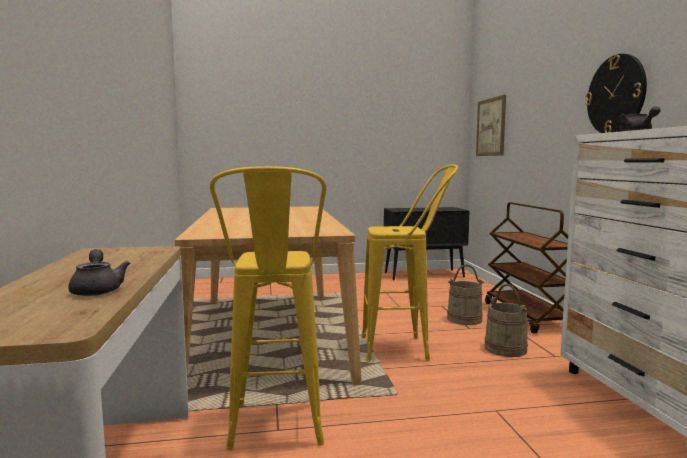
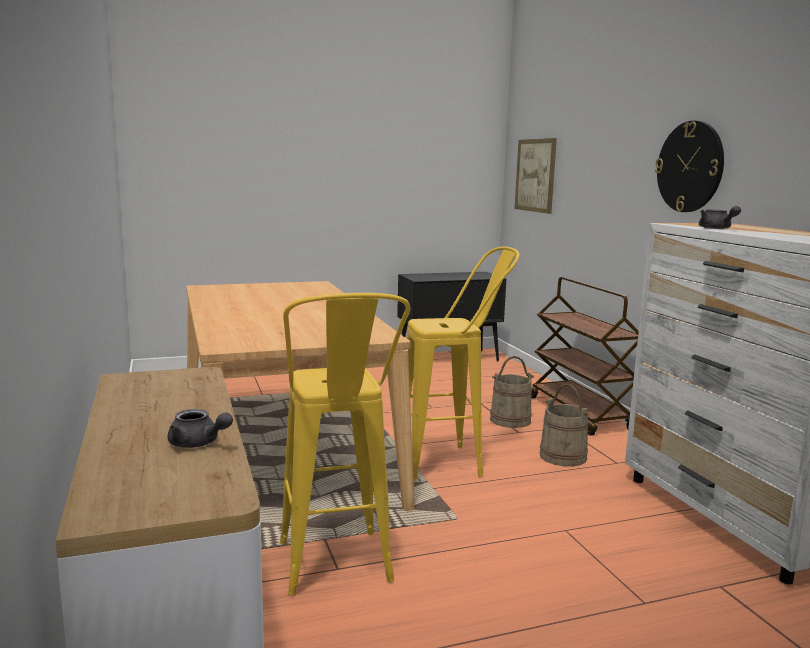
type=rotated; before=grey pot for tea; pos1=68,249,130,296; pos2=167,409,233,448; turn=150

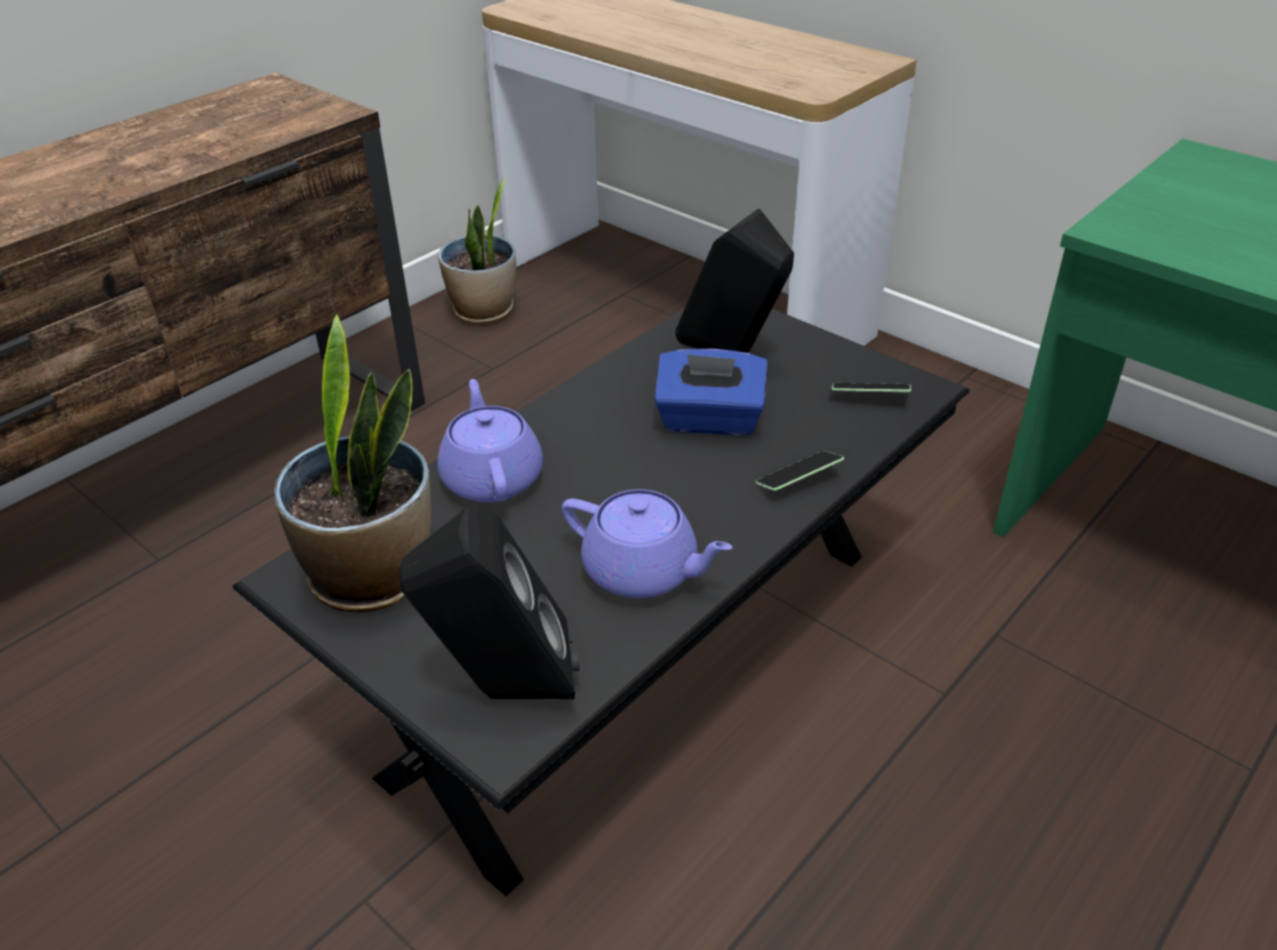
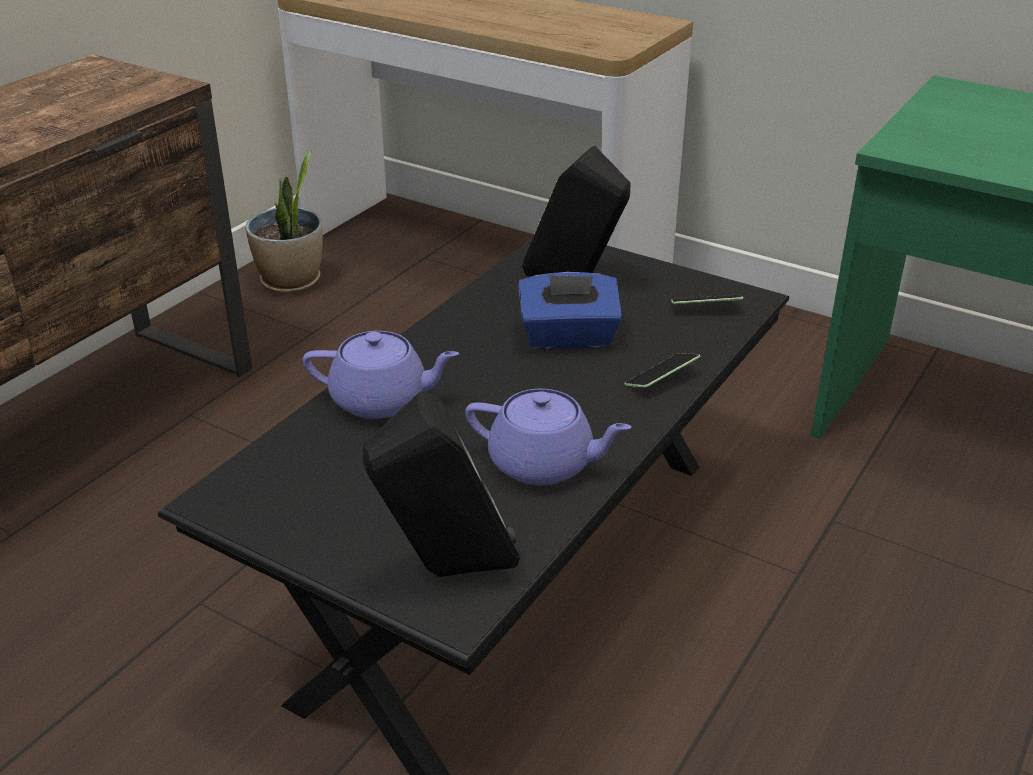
type=gone; before=plant in a pot; pos1=274,314,431,612
type=rotated; before=purple-coloured pot for tea; pos1=437,379,543,503; pos2=303,331,459,419; turn=120

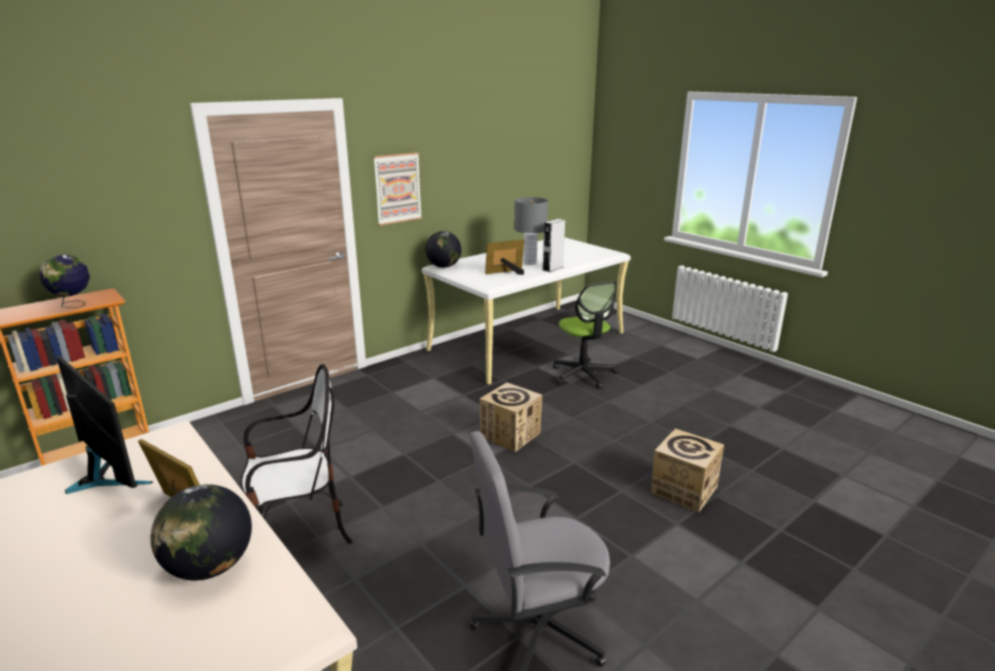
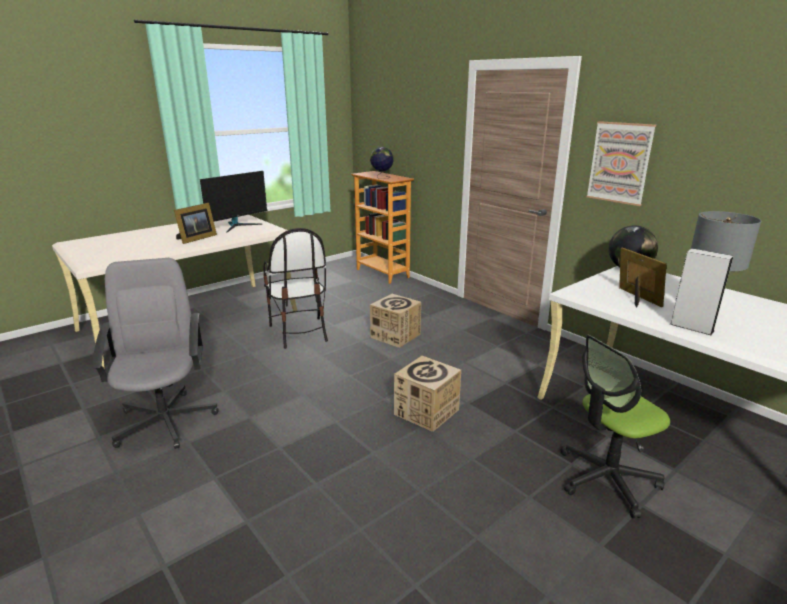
type=gone; before=world globe; pos1=150,484,252,581
type=shifted; before=carton; pos1=651,429,724,513; pos2=370,294,421,348

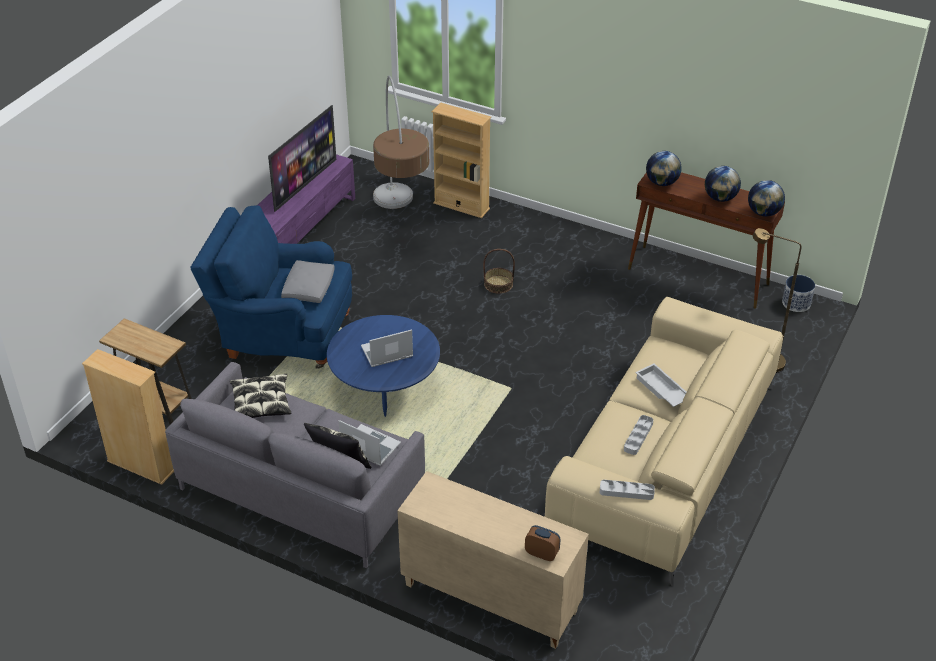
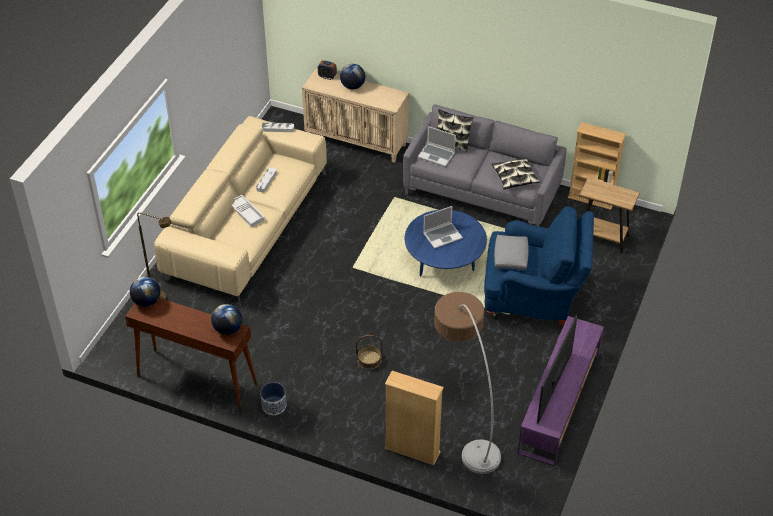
type=shifted; before=world globe; pos1=705,166,741,202; pos2=340,64,365,89
type=shifted; before=planter; pos1=782,275,815,312; pos2=260,382,286,415

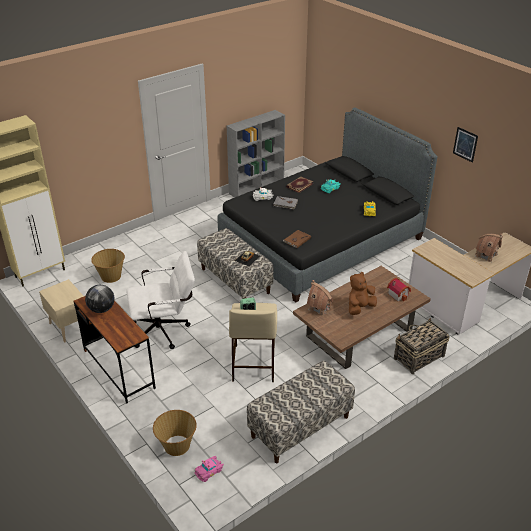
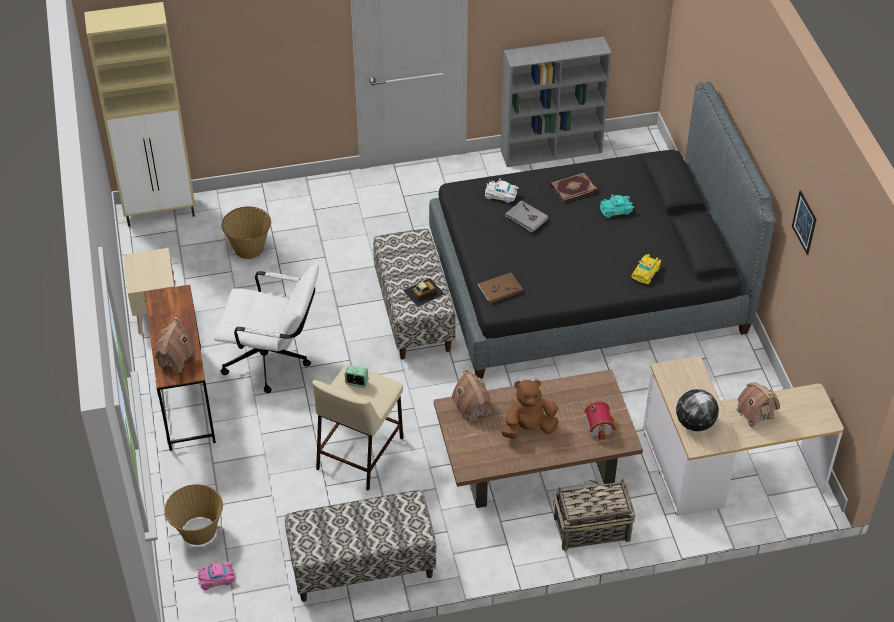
type=shifted; before=world globe; pos1=85,285,115,313; pos2=676,389,719,431
type=new; after=toy house; pos2=155,317,195,373

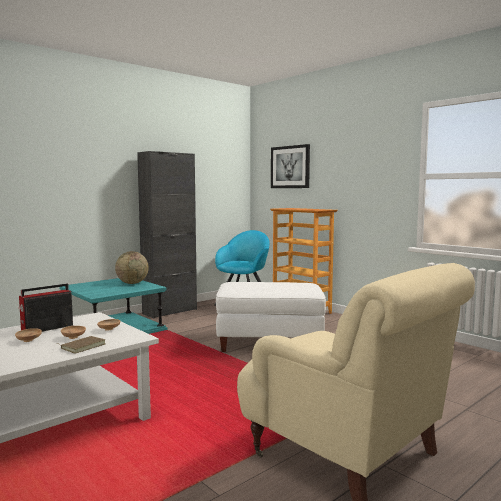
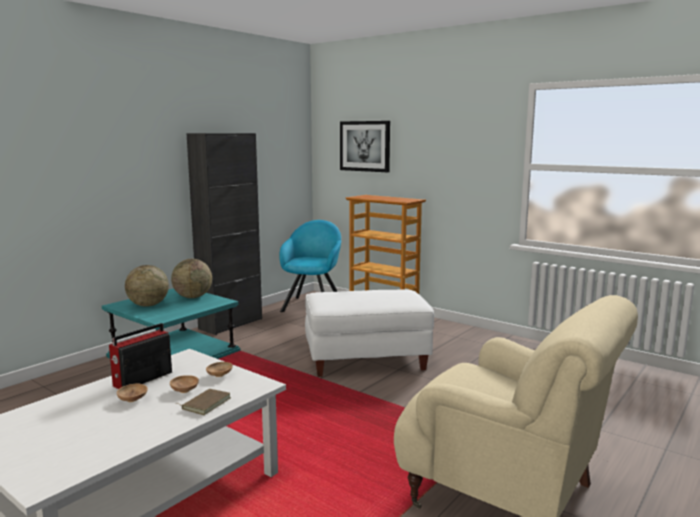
type=new; after=world globe; pos2=125,265,169,307

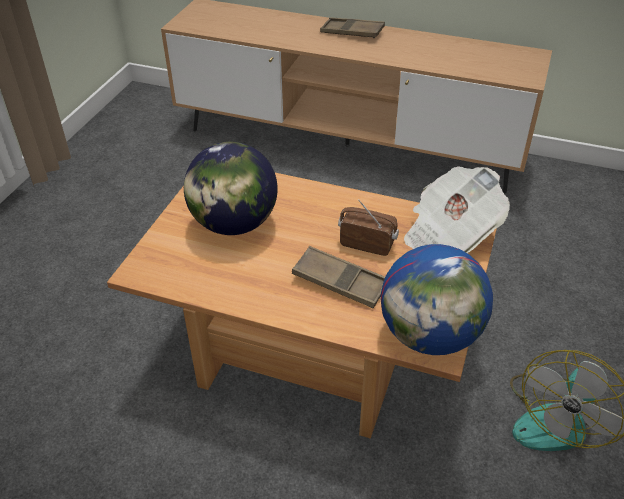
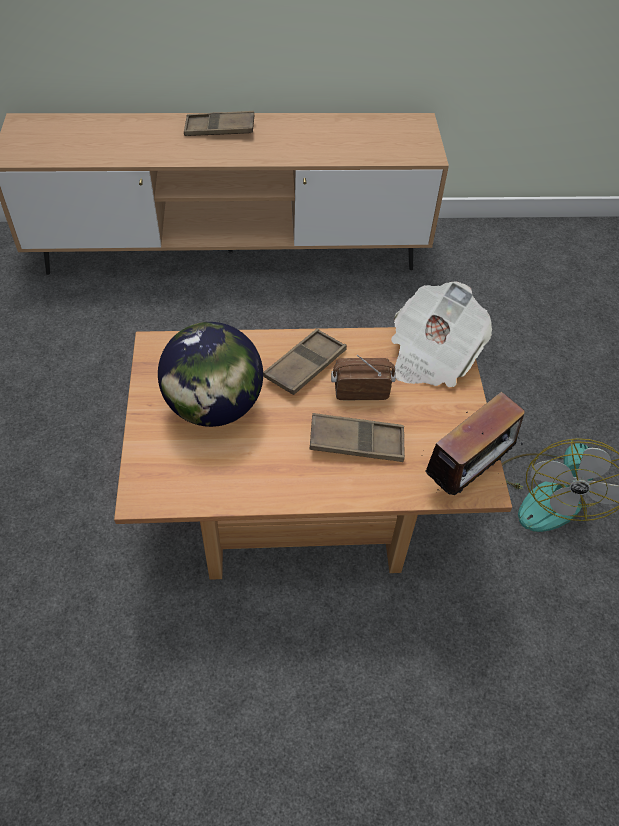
type=swapped; before=world globe; after=radio receiver; pos1=381,244,493,355; pos2=426,392,524,495
type=new; after=brown-coloured serving tray; pos2=263,329,347,395

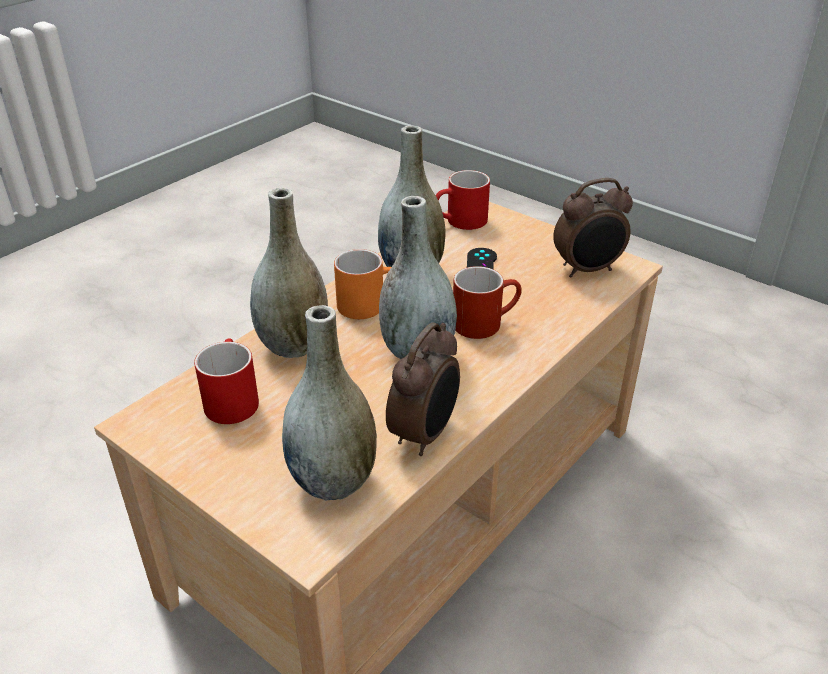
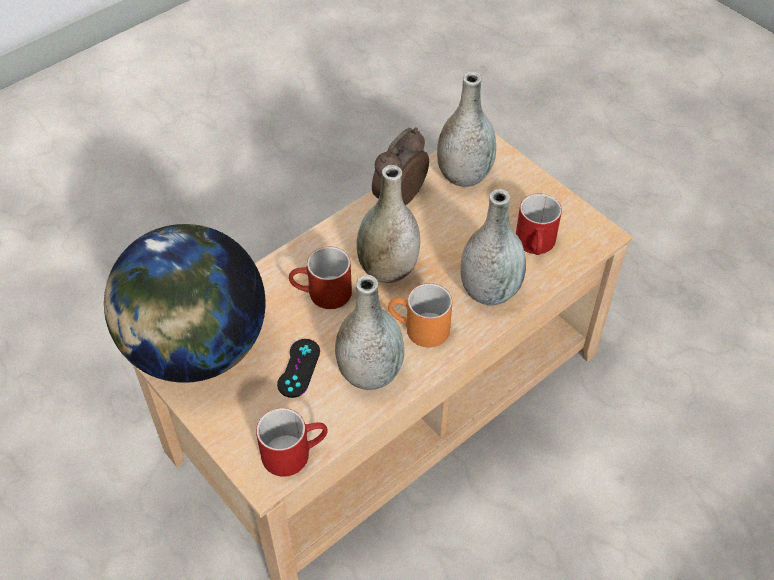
type=swapped; before=table clock; after=world globe; pos1=553,178,633,278; pos2=104,224,266,383

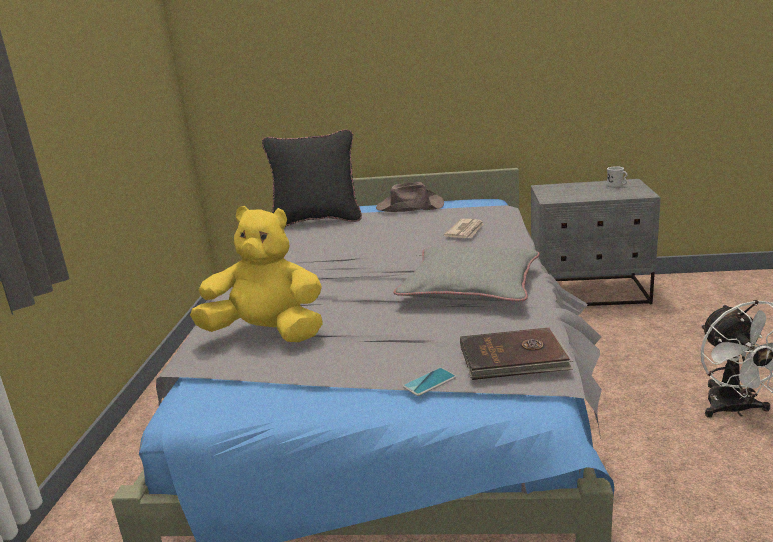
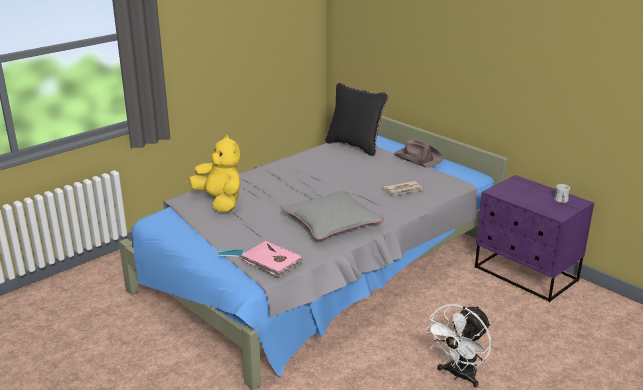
type=repainted; before=brown-coloured book; after=pink-coloured book; pos1=460,328,573,380; pos2=241,241,303,277
type=repainted; before=grey bedside table; after=purple-coloured bedside table; pos1=531,179,661,306; pos2=475,175,594,302

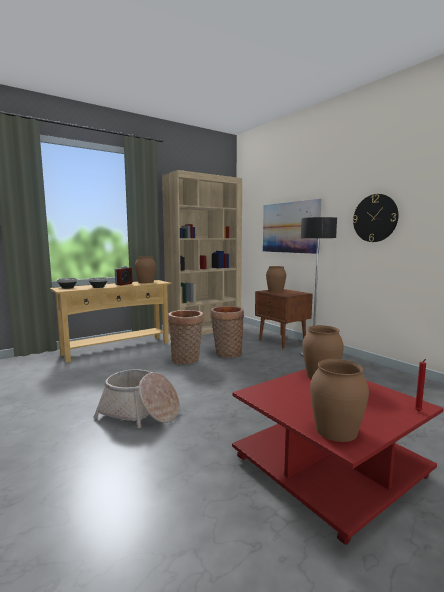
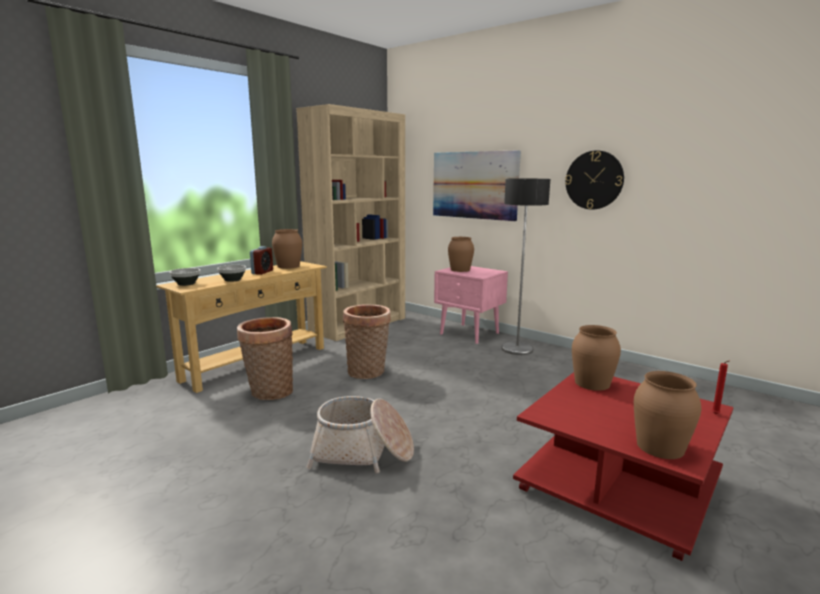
type=shifted; before=storage basket; pos1=211,306,244,358; pos2=237,317,293,400
type=repainted; before=brown-coloured bedside table; after=pink-coloured bedside table; pos1=255,289,313,349; pos2=434,266,508,344

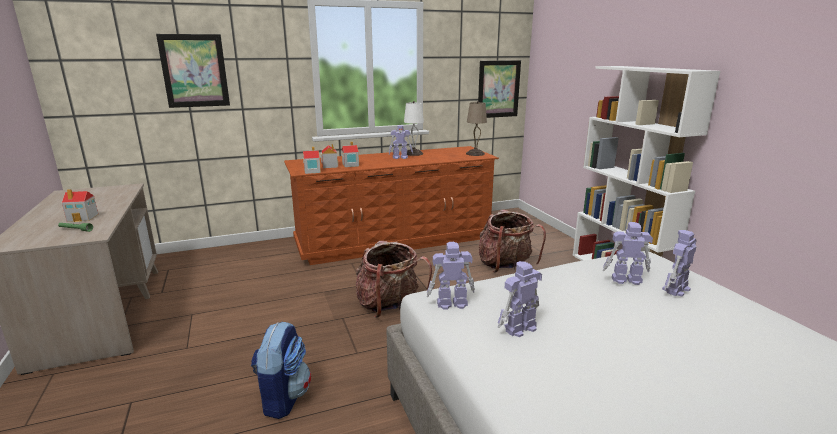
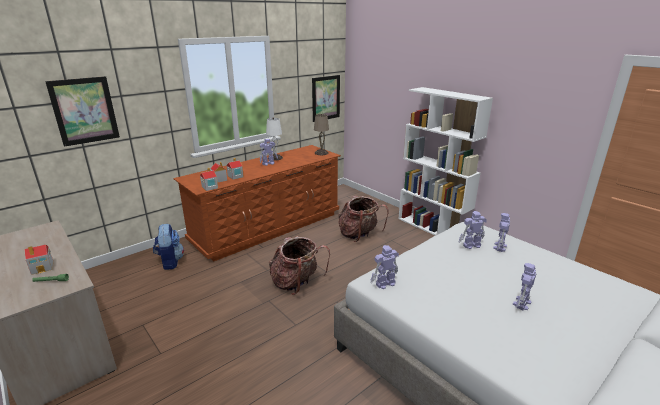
type=shifted; before=backpack; pos1=251,322,311,419; pos2=153,224,184,270
type=shifted; before=toy robot; pos1=497,261,542,337; pos2=513,263,536,310

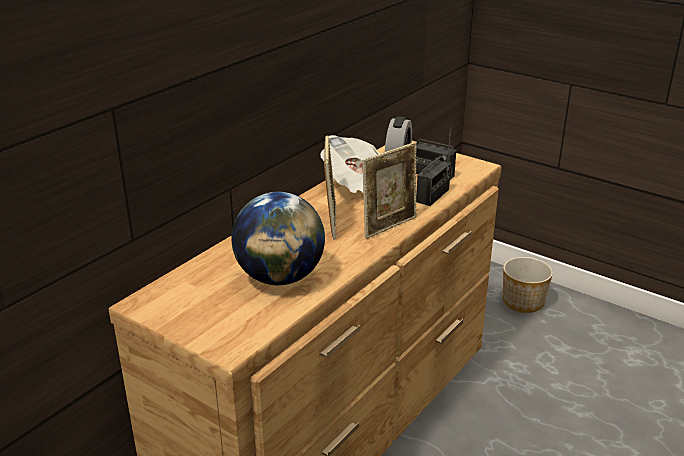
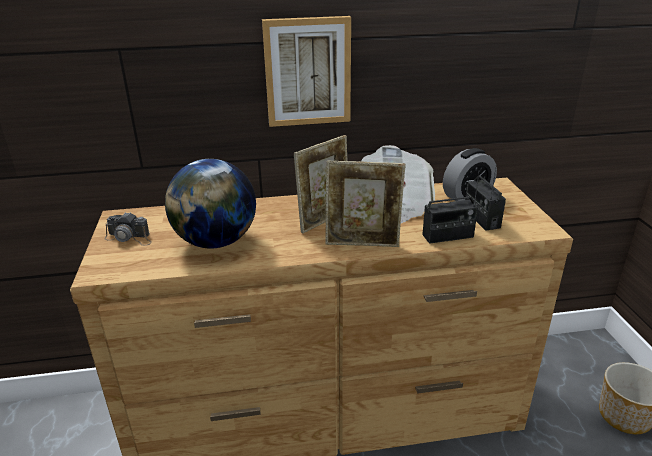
type=new; after=still camera; pos2=105,212,152,246
type=new; after=wall picture; pos2=262,16,351,127

